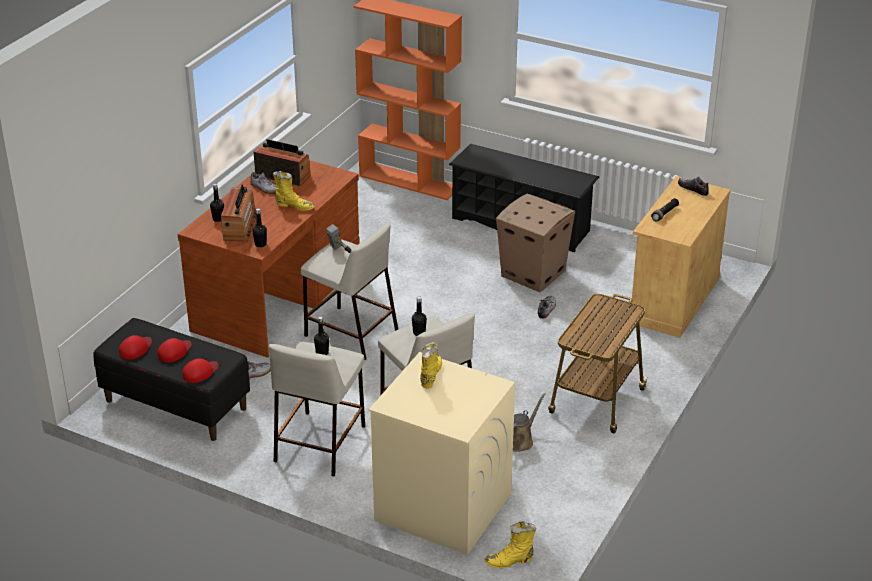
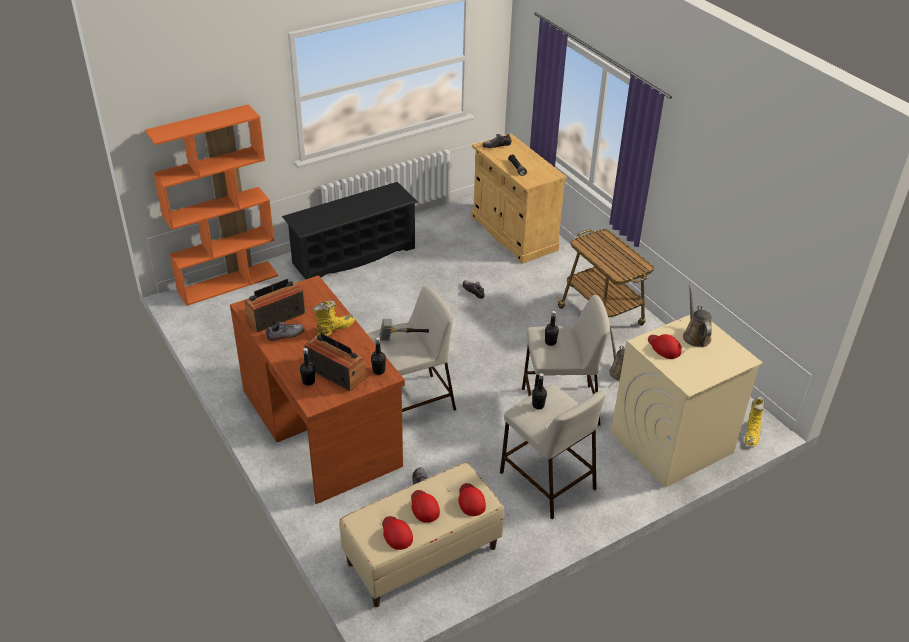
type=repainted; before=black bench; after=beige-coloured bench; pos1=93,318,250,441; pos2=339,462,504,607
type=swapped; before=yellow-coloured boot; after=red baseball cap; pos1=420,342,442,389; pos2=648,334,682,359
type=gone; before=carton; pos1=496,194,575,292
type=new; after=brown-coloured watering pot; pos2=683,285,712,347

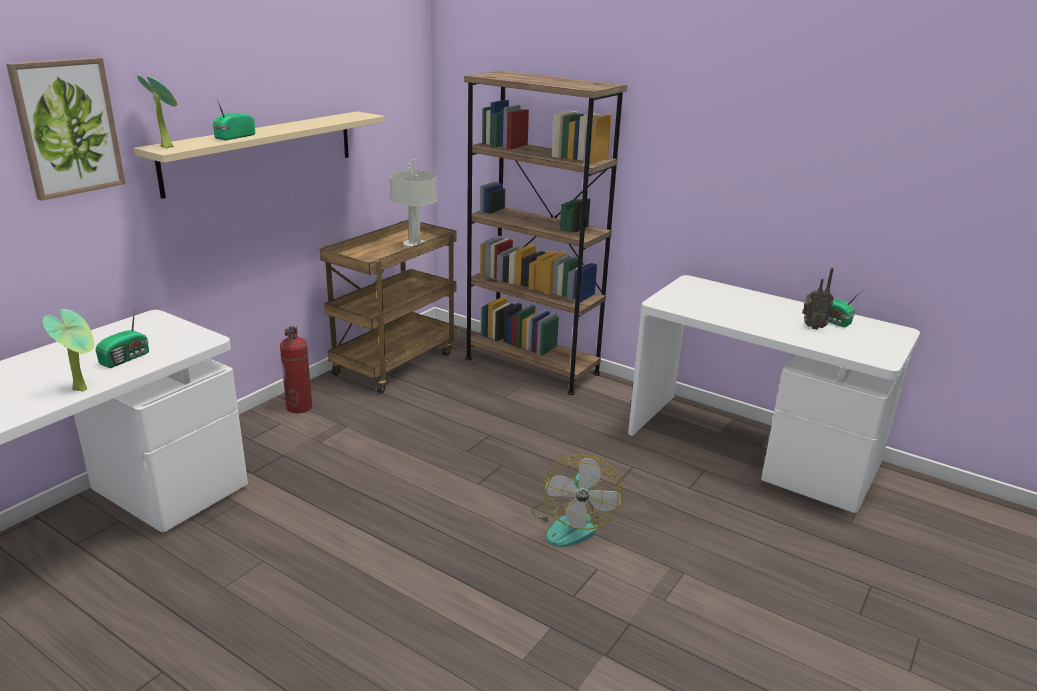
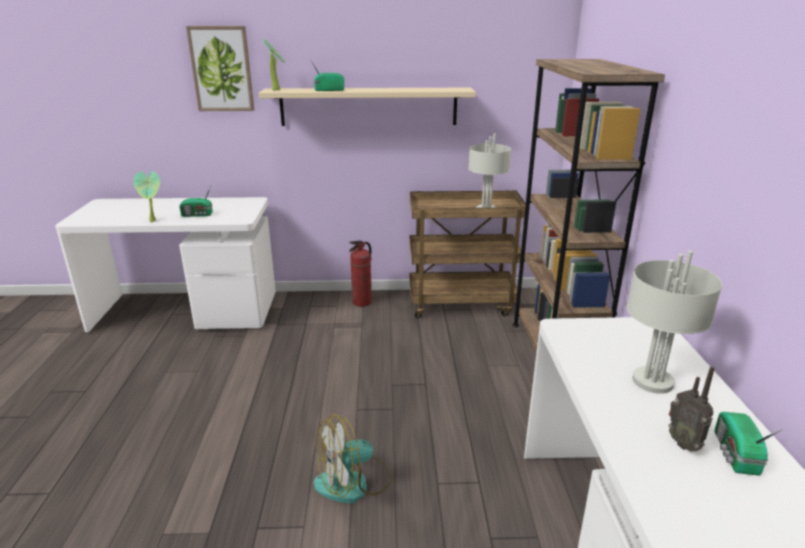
type=new; after=grey tabletop lamp; pos2=627,251,722,394

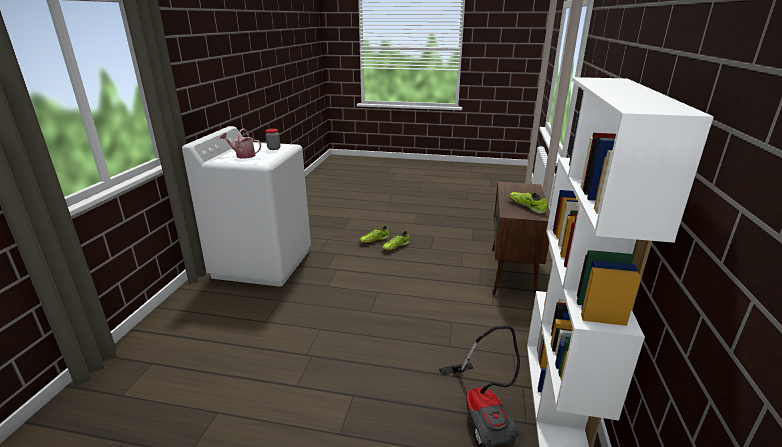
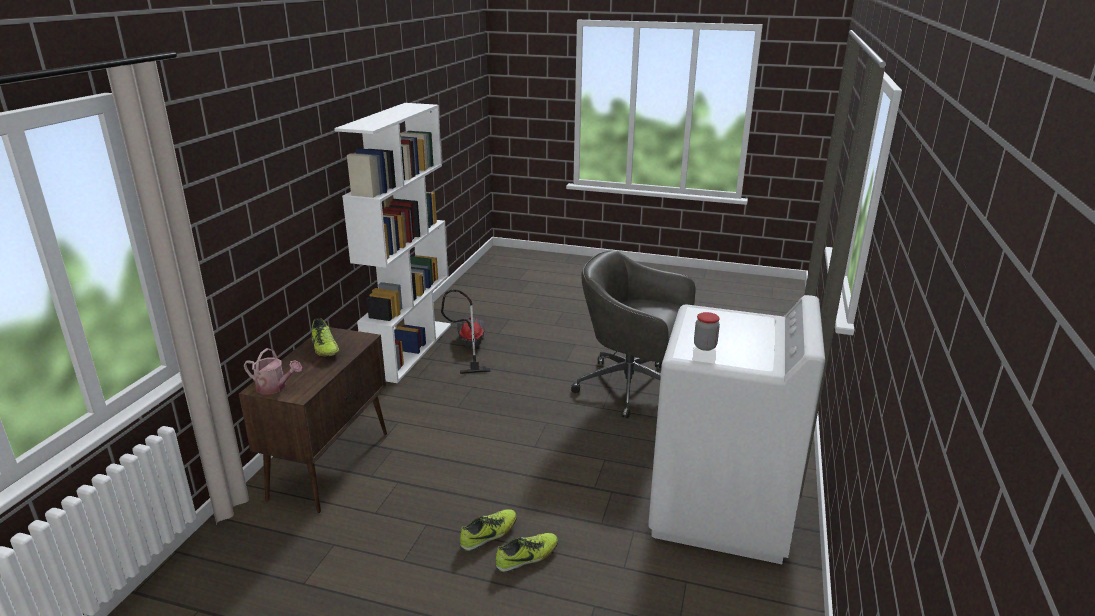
type=shifted; before=watering pot; pos1=220,128,261,159; pos2=244,348,302,394
type=new; after=grey computer chair; pos2=571,250,696,418

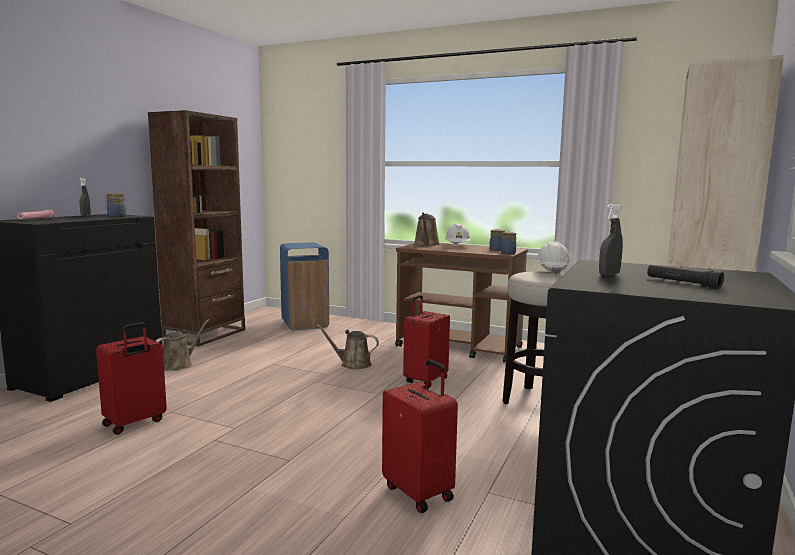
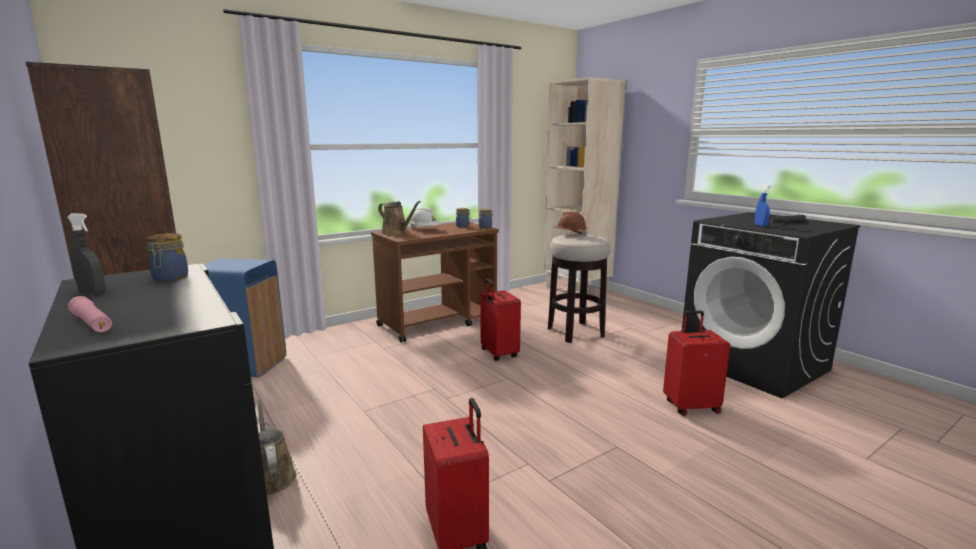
type=gone; before=brown-coloured watering pot; pos1=316,325,379,369
type=repainted; before=whitish safety helmet; after=brown-coloured safety helmet; pos1=535,241,571,275; pos2=554,211,587,236
type=repainted; before=grey sprayer; after=blue sprayer; pos1=599,204,623,275; pos2=755,184,772,226

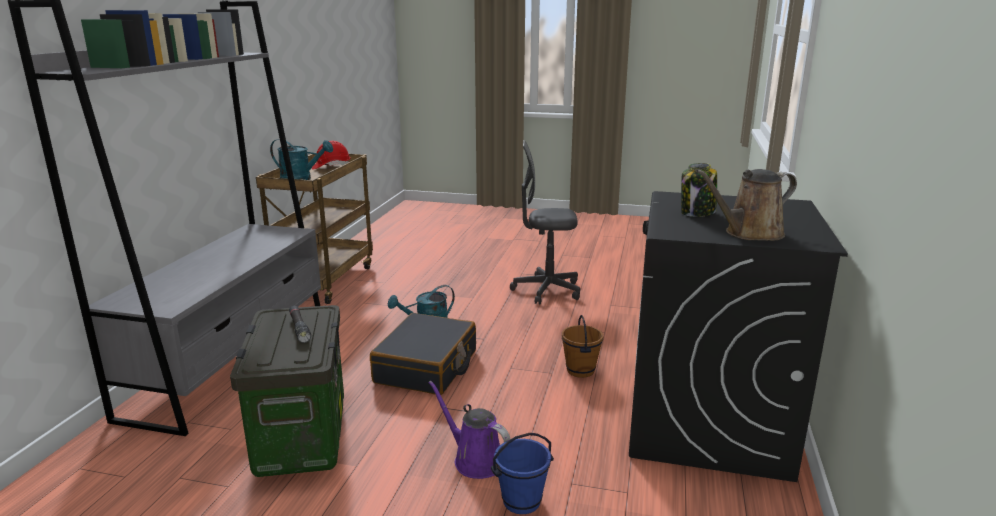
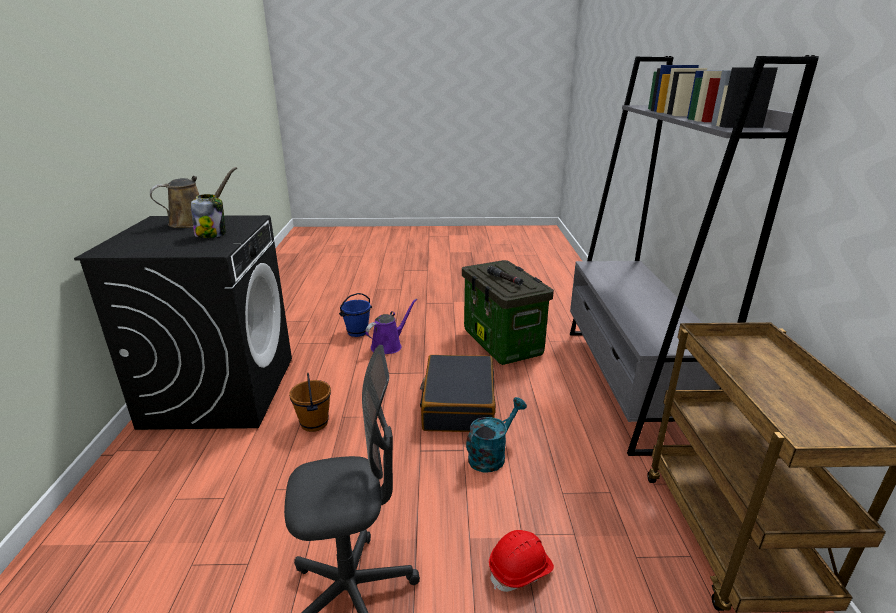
type=gone; before=turquoise-coloured watering pot; pos1=270,139,333,180
type=shifted; before=red safety helmet; pos1=312,141,351,170; pos2=489,530,554,592
type=rotated; before=purple-coloured watering pot; pos1=428,380,511,479; pos2=365,298,417,354; turn=-75

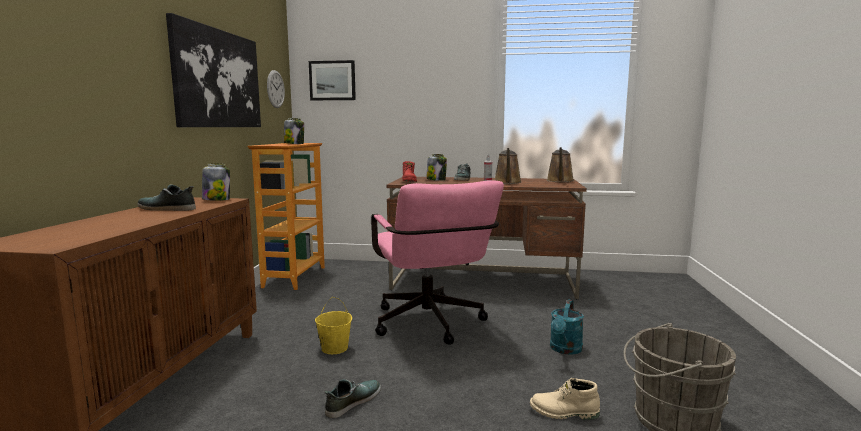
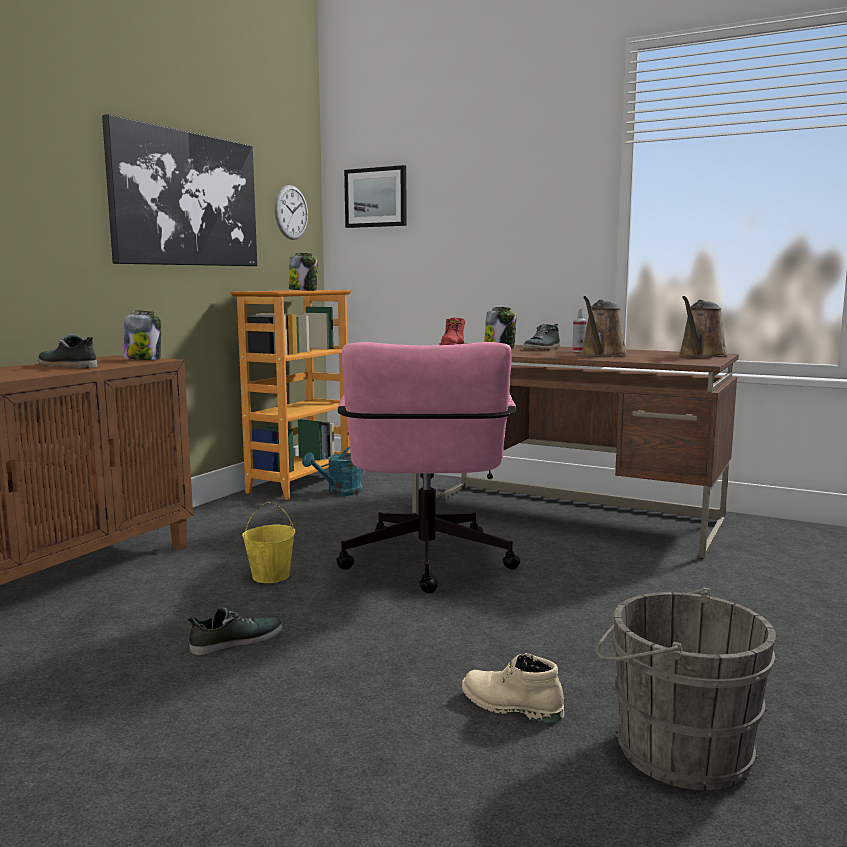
type=shifted; before=turquoise-coloured watering pot; pos1=550,299,584,354; pos2=302,446,363,496

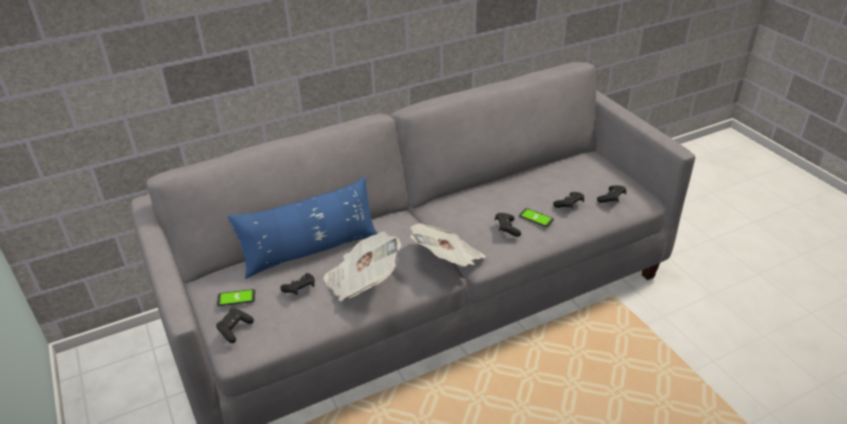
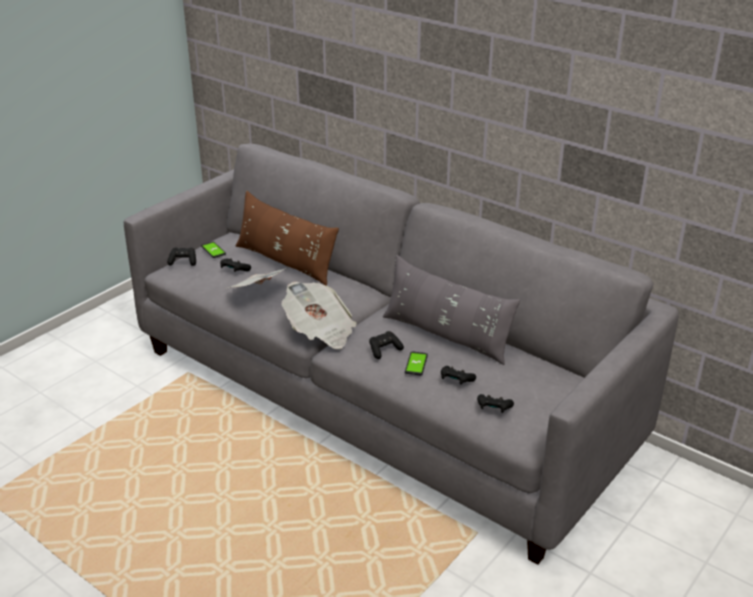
type=repainted; before=blue pillow; after=brown-coloured pillow; pos1=227,177,378,279; pos2=236,191,339,286
type=new; after=grey pillow; pos2=383,255,520,365

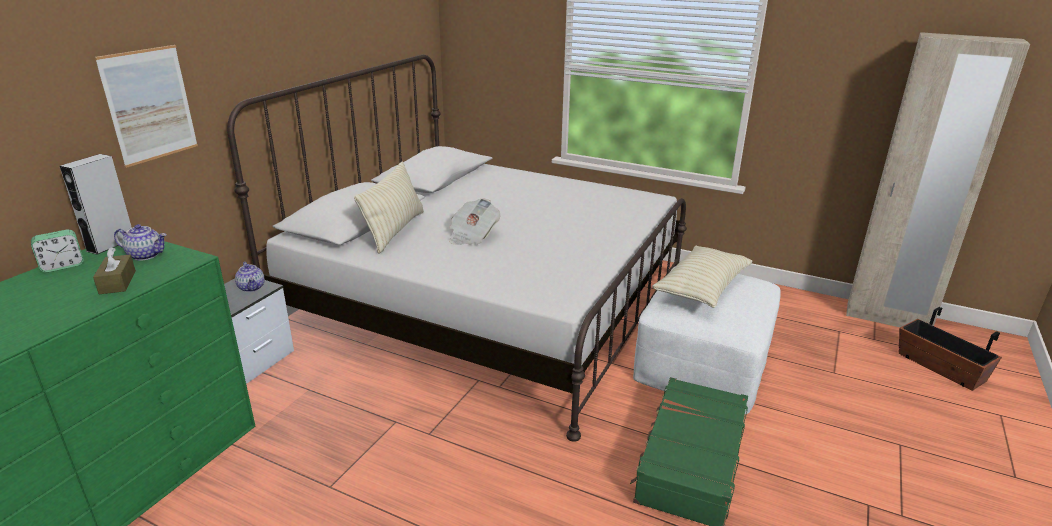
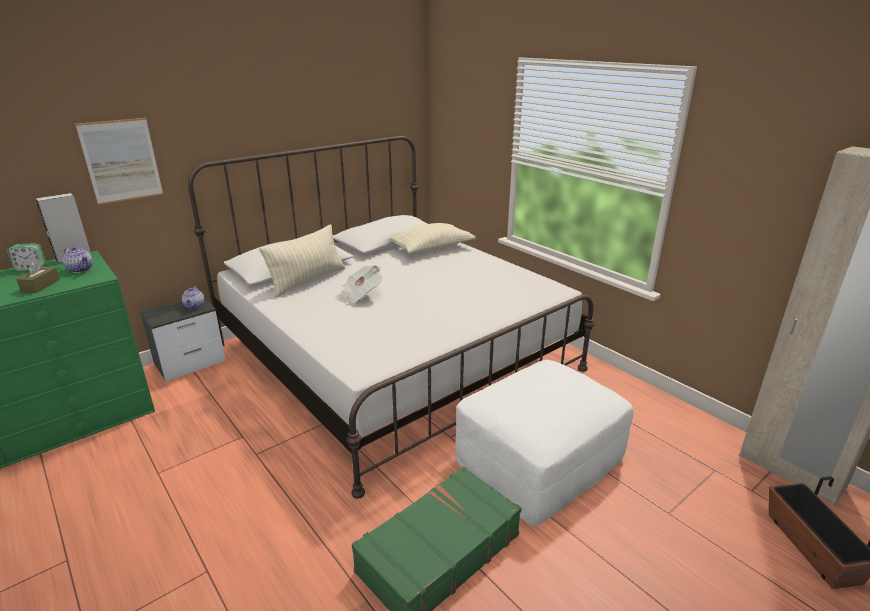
type=shifted; before=beige-coloured pillow; pos1=652,246,752,308; pos2=390,223,476,253

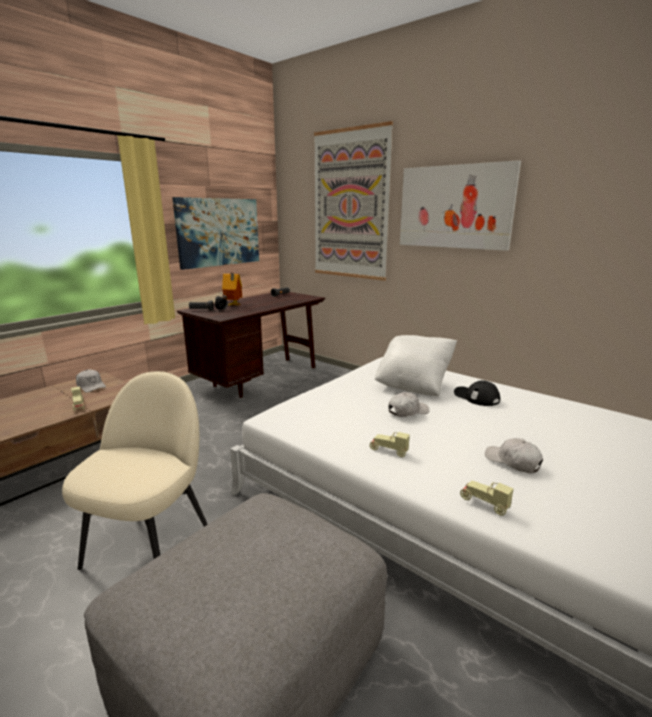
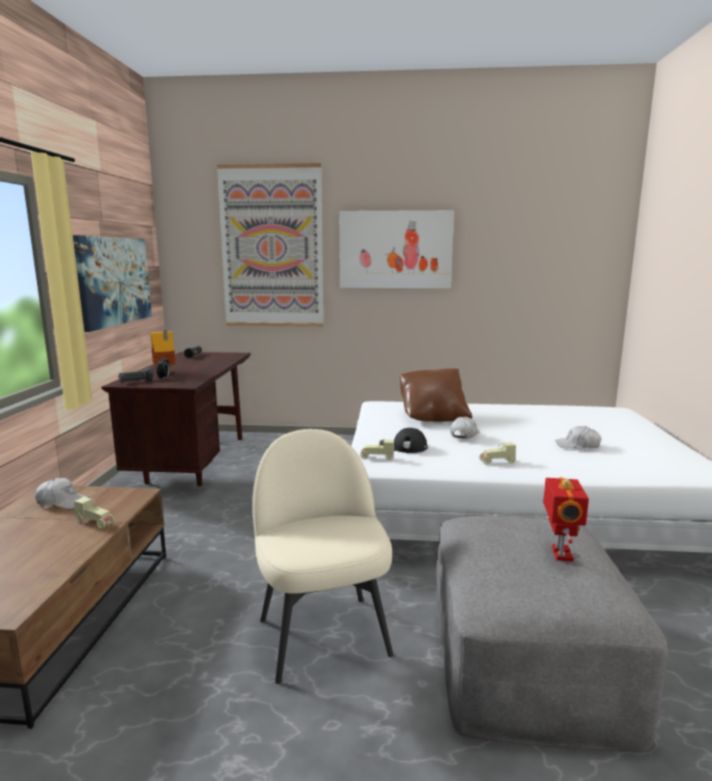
type=repainted; before=whitish pillow; after=brown-coloured pillow; pos1=374,335,458,396; pos2=400,368,472,422
type=shifted; before=black baseball cap; pos1=454,380,500,406; pos2=379,428,428,453
type=shifted; before=beige-coloured model car; pos1=460,481,513,516; pos2=360,440,394,460
type=new; after=toy robot; pos2=543,478,589,561

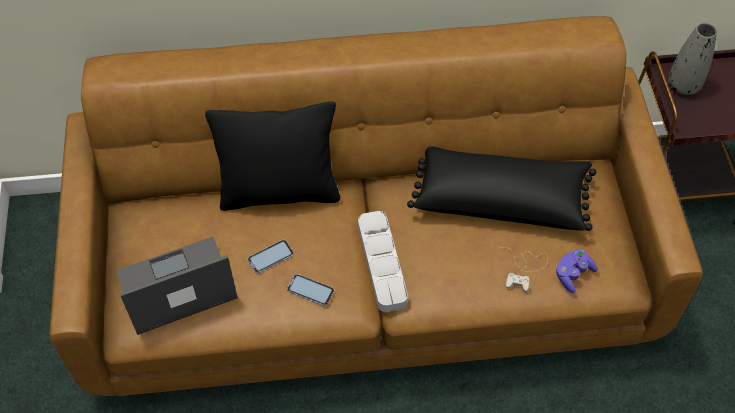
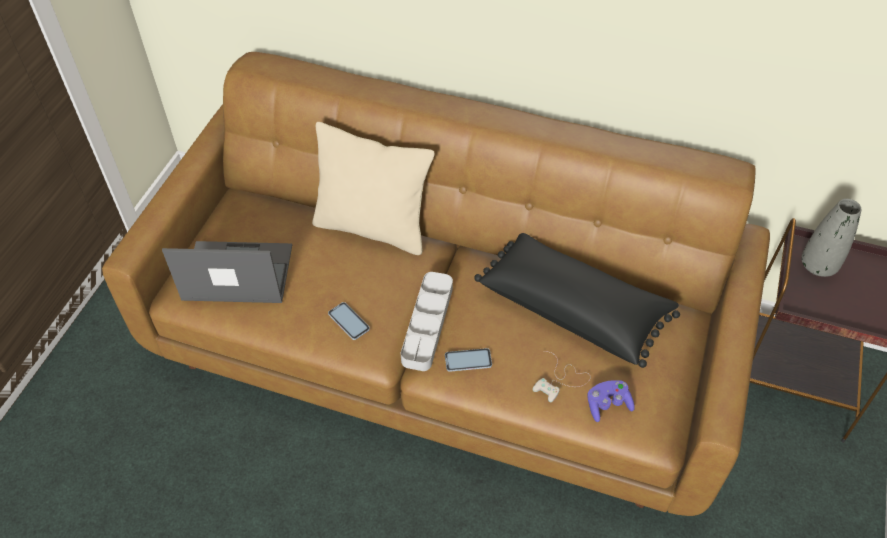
type=repainted; before=black pillow; after=beige-coloured pillow; pos1=205,101,340,211; pos2=312,122,435,255
type=shifted; before=telephone; pos1=248,240,294,273; pos2=445,348,492,372

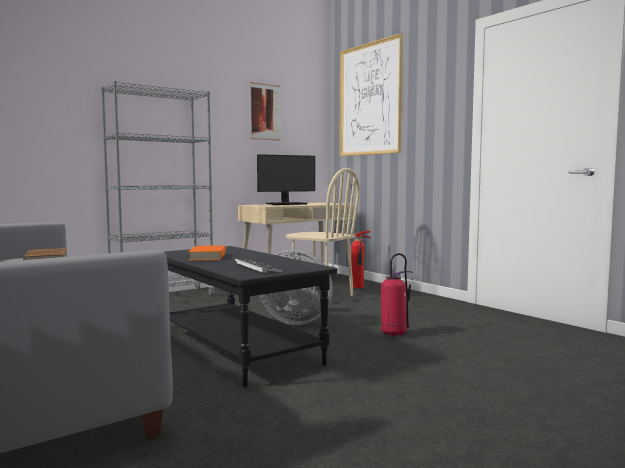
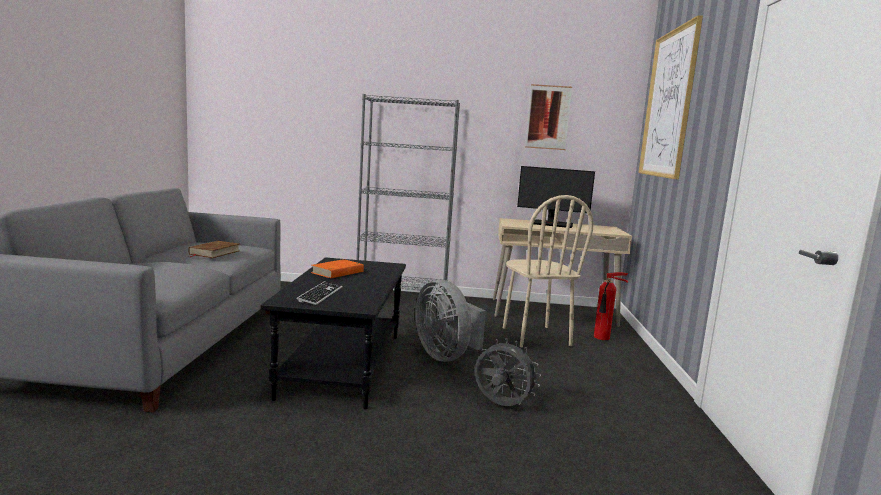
type=swapped; before=fire extinguisher; after=grey electric fan; pos1=381,253,413,336; pos2=475,338,541,406

